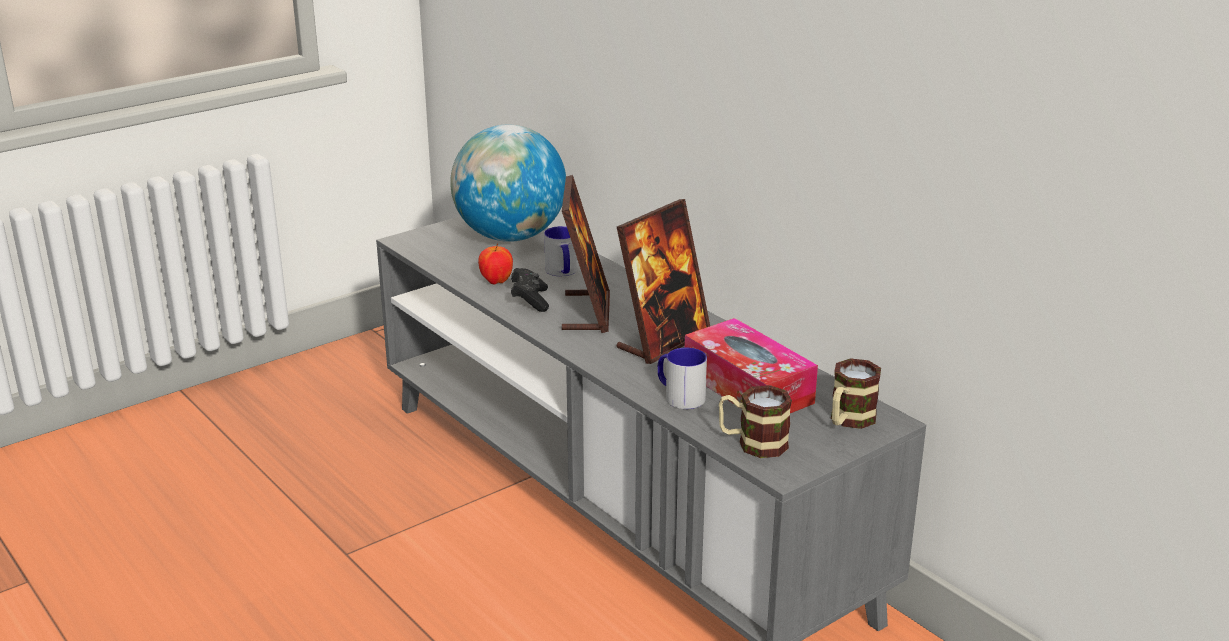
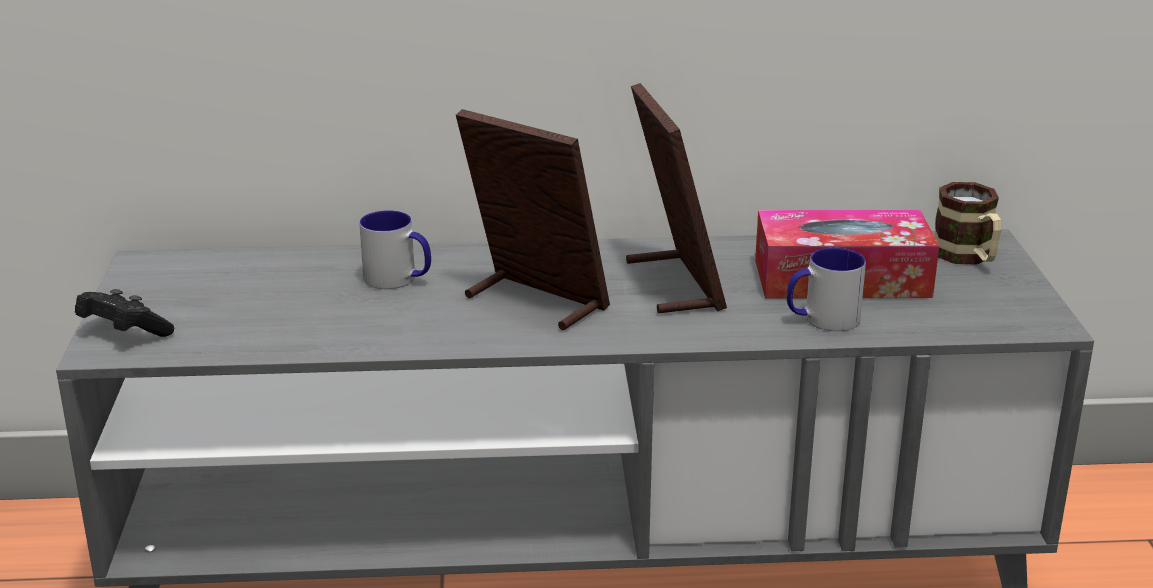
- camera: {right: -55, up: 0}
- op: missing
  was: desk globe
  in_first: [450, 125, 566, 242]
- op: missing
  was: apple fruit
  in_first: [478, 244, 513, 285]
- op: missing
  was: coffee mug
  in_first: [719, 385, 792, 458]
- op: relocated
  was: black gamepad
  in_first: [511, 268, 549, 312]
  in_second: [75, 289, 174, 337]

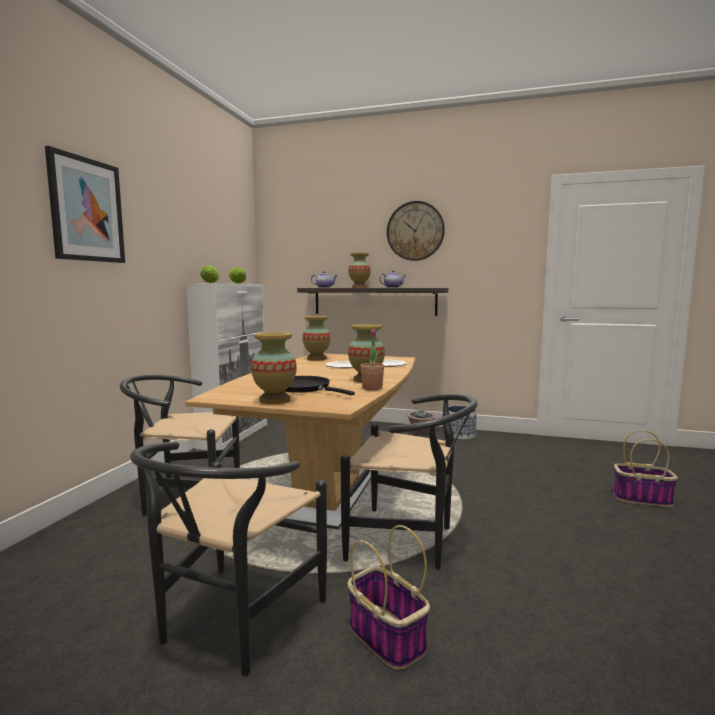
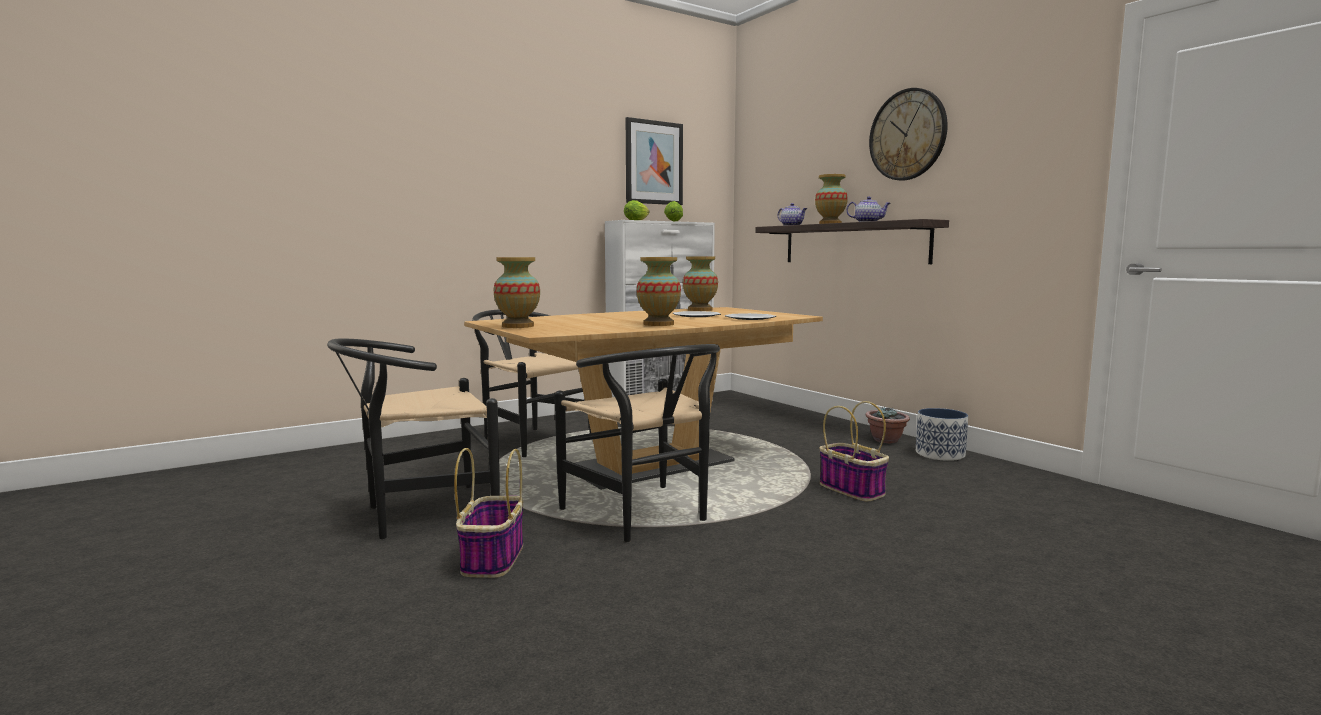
- camera: {right: 40, up: 0}
- op: missing
  was: black pan
  in_first: [285, 376, 355, 395]
- op: missing
  was: potted plant
  in_first: [360, 329, 384, 390]
- op: relocated
  was: wall art
  in_first: [45, 146, 125, 263]
  in_second: [626, 117, 683, 205]
- op: relocated
  was: basket
  in_first: [613, 430, 678, 507]
  in_second: [819, 401, 889, 501]

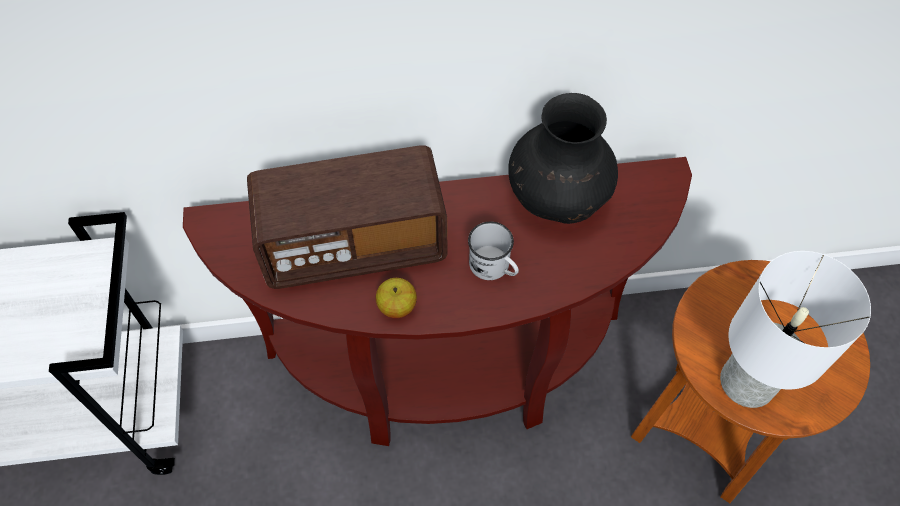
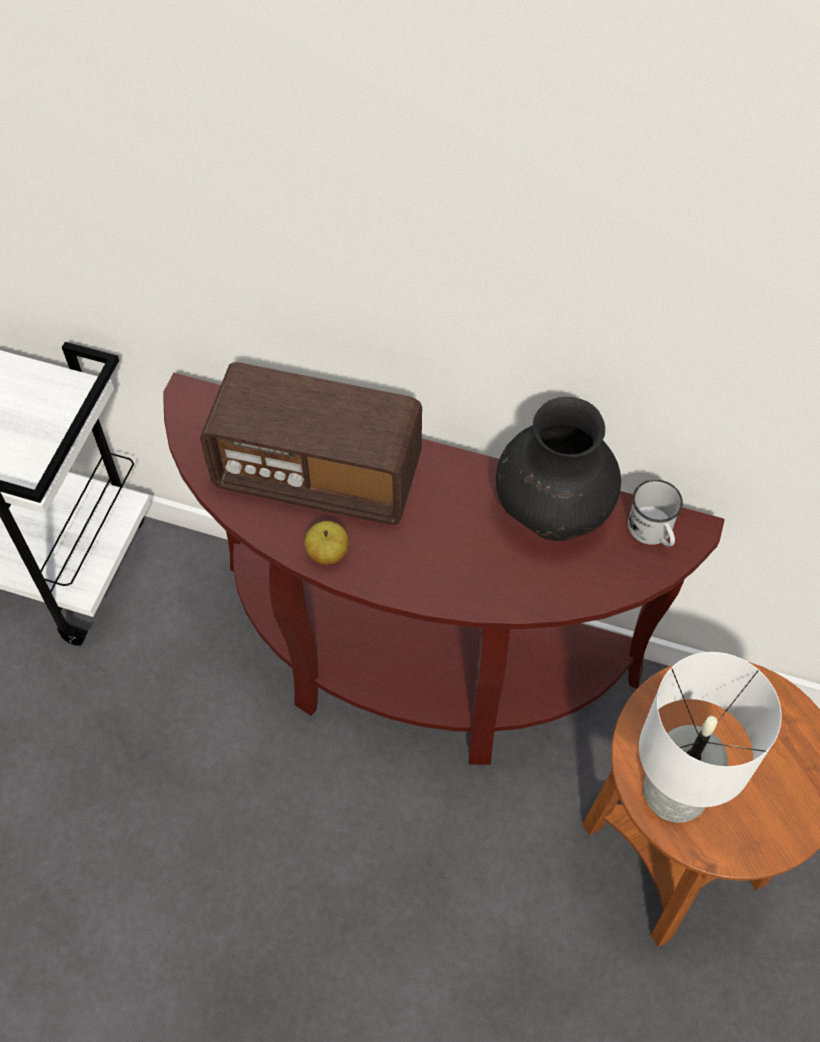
- camera: {right: 25, up: 0}
- op: relocated
  was: white coffee mug
  in_first: [468, 222, 519, 280]
  in_second: [628, 479, 683, 547]

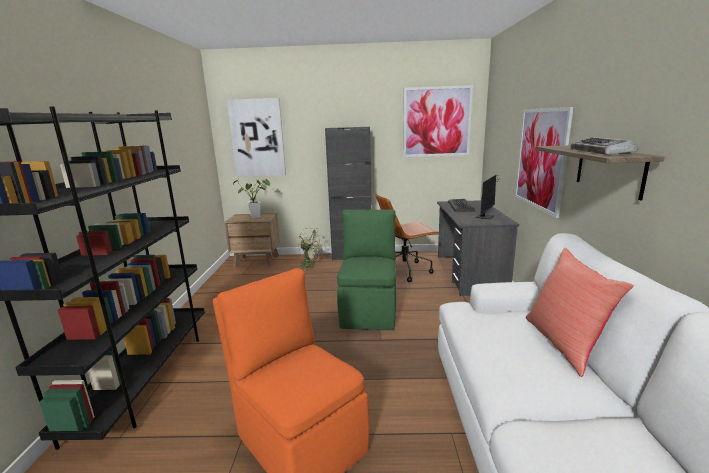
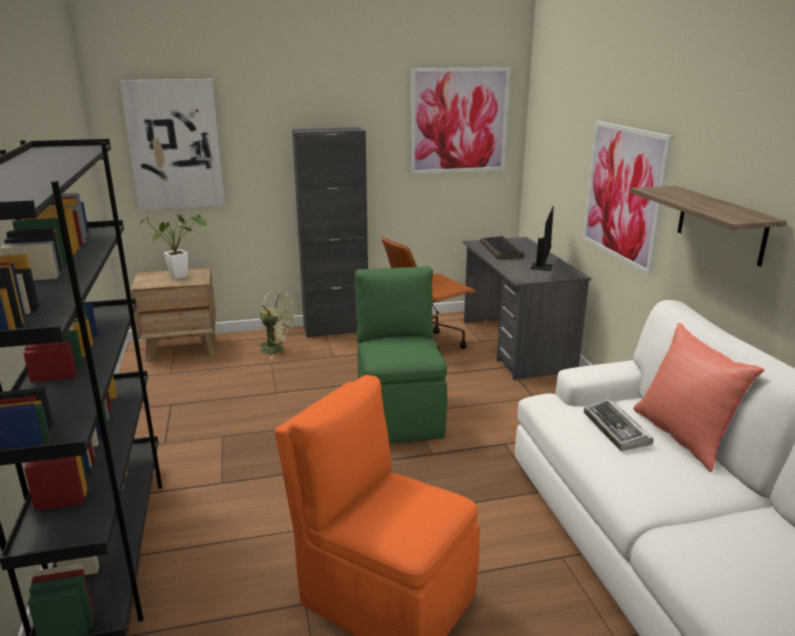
- camera: {right: -15, up: 5}
- op: relocated
  was: keyboard
  in_first: [571, 137, 638, 155]
  in_second: [584, 399, 653, 451]

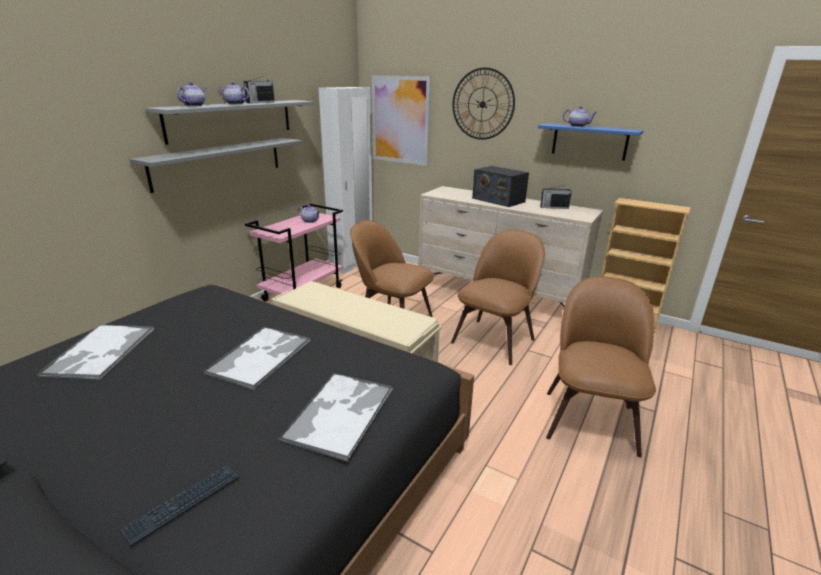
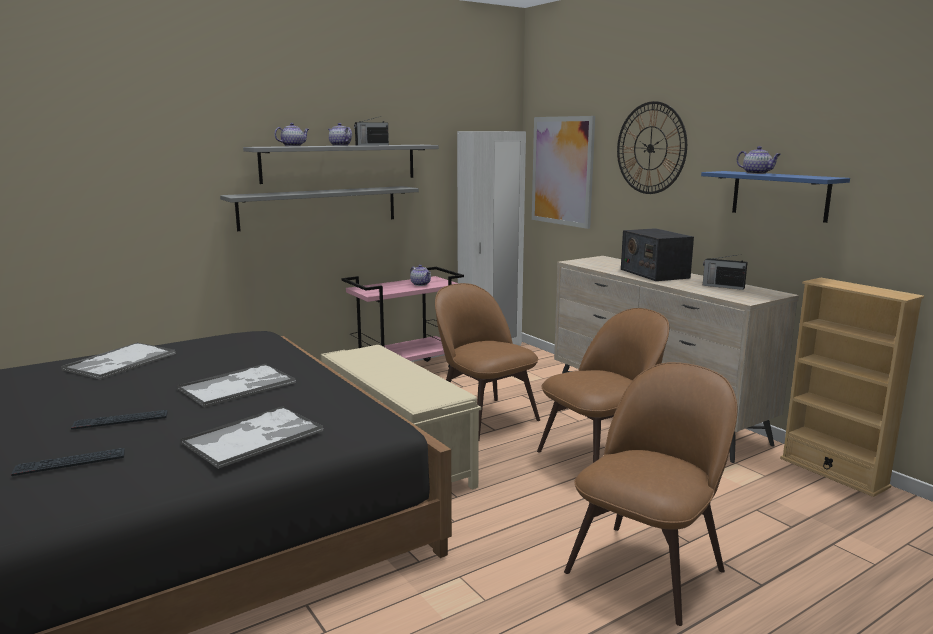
- camera: {right: 25, up: -10}
- op: appeared
  now: keyboard
  in_second: [71, 410, 167, 430]

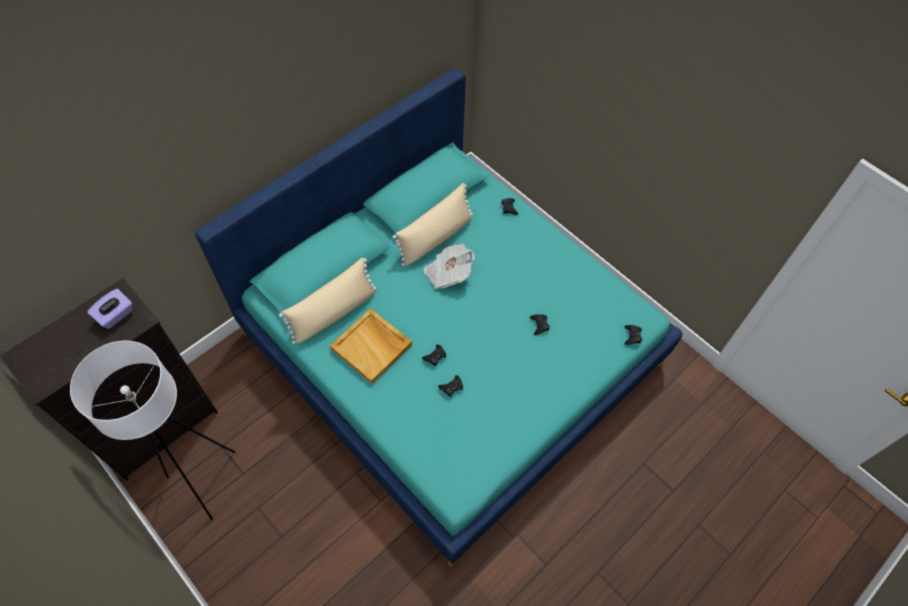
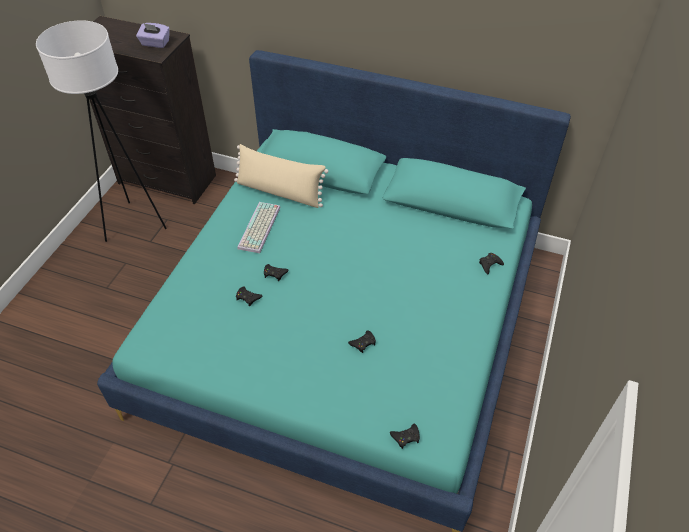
- camera: {right: 65, up: -10}
- op: missing
  was: sand-coloured throw pillow
  in_first: [392, 183, 473, 266]
- op: missing
  was: printed paper
  in_first: [423, 244, 475, 289]
- op: exchanged
  was: sand-coloured carrying tray
  now: keyboard
  in_first: [330, 308, 412, 384]
  in_second: [237, 202, 281, 253]

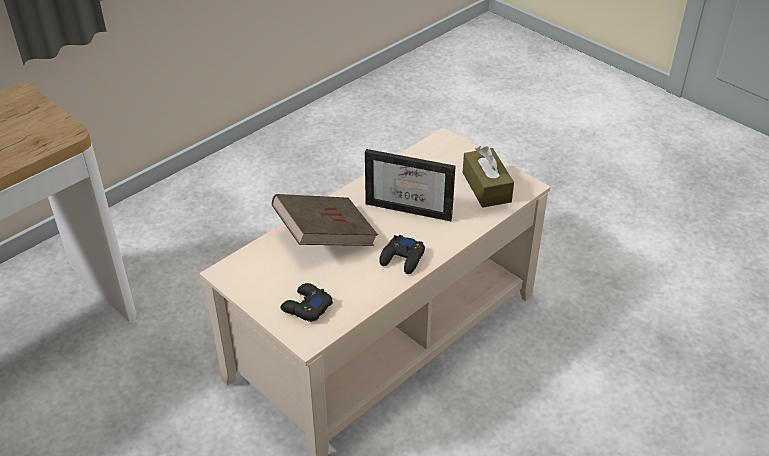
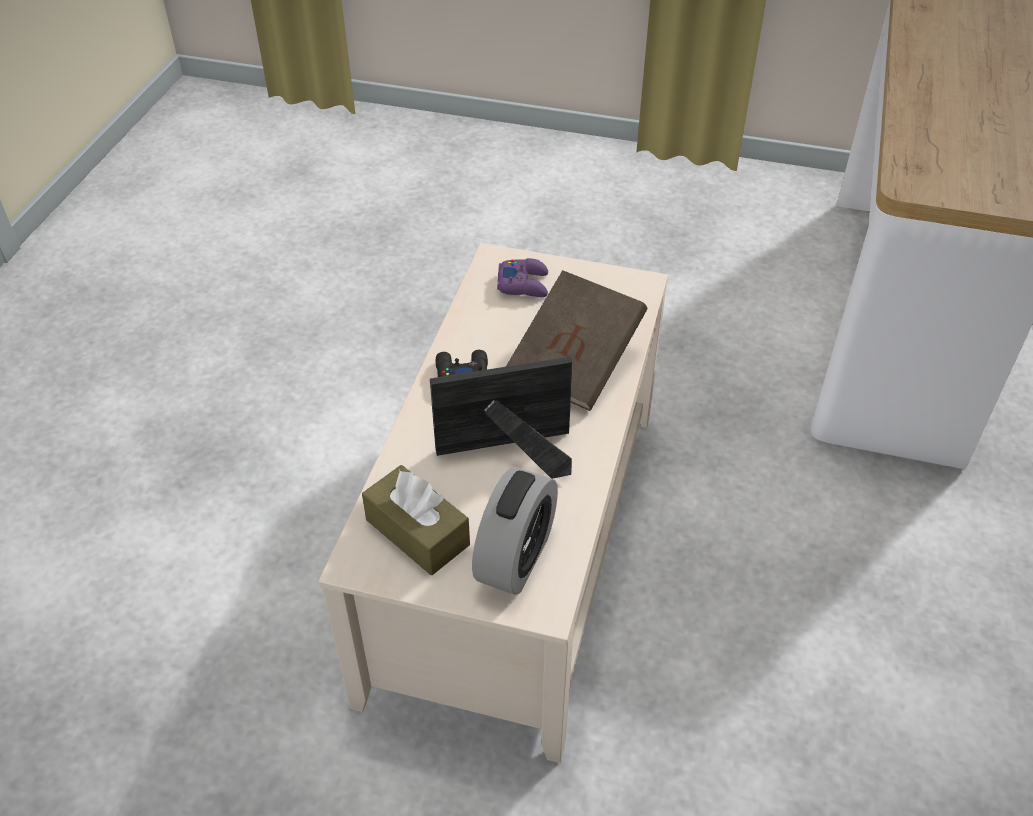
- camera: {right: 150, up: 5}
- op: appeared
  now: bedside clock
  in_second: [472, 466, 558, 595]
- op: colour
  was: black gamepad
  now: purple gamepad
  in_first: [280, 283, 333, 322]
  in_second: [497, 258, 548, 297]

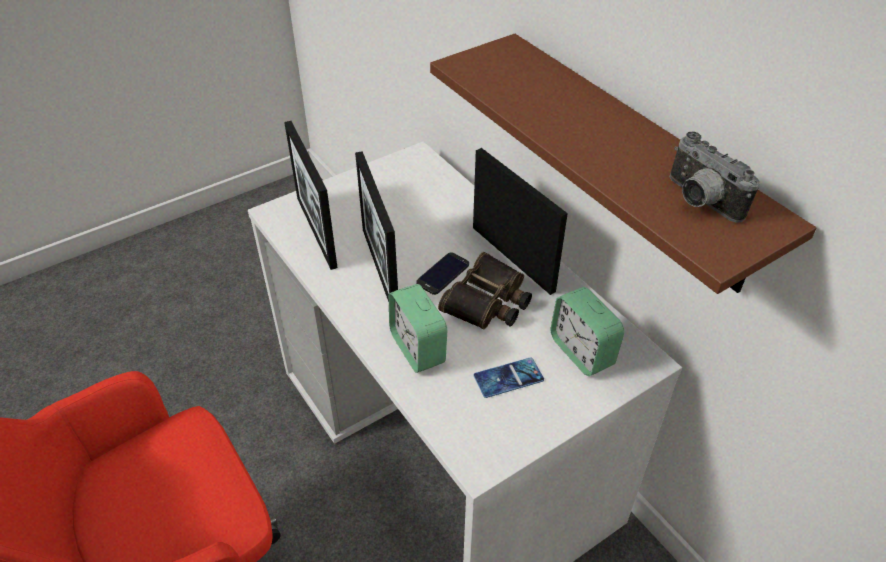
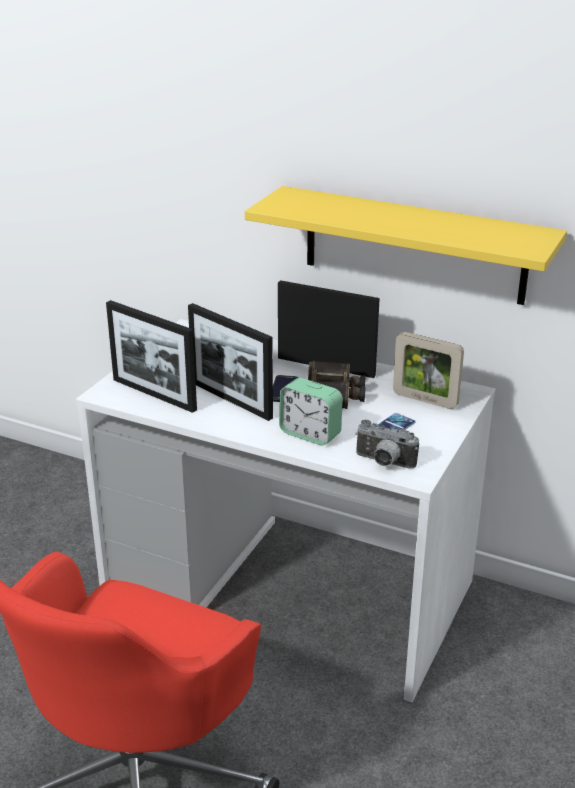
- camera: {right: -30, up: -15}
- op: relocated
  was: still camera
  in_first: [670, 132, 760, 223]
  in_second: [355, 420, 419, 469]
- op: exchanged
  was: bedside clock
  now: standing frame
  in_first: [550, 287, 624, 376]
  in_second: [393, 332, 464, 409]
- op: colour
  was: brown-coloured wall shelf
  now: yellowish wall shelf
  in_first: [430, 34, 816, 294]
  in_second: [245, 186, 567, 305]

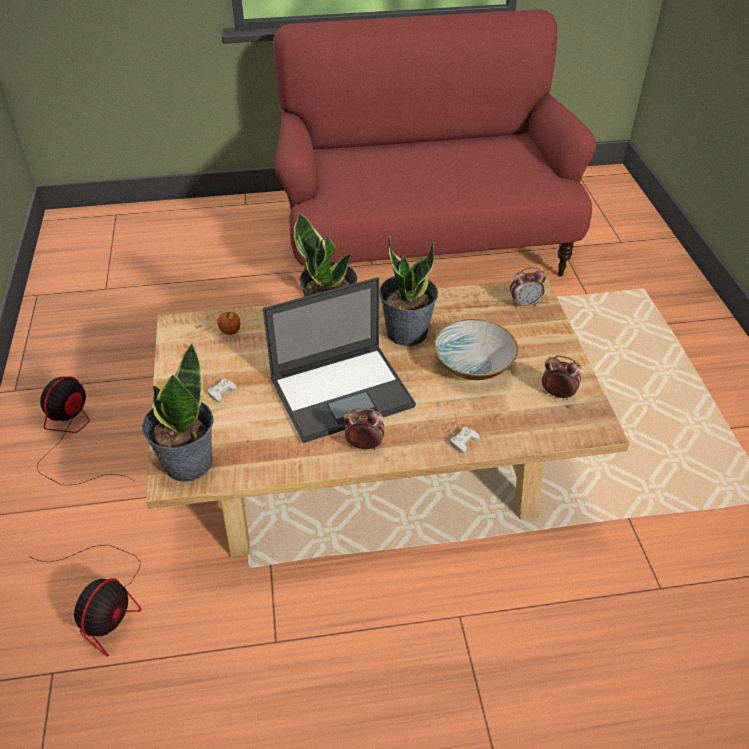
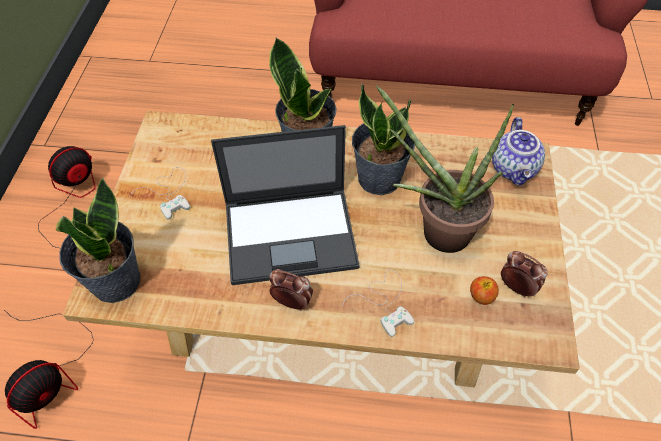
- camera: {right: 15, up: 10}
- op: relocated
  was: apple fruit
  in_first: [217, 312, 240, 335]
  in_second: [470, 276, 499, 305]
- op: exchanged
  was: serving bowl
  now: potted plant
  in_first: [434, 319, 518, 380]
  in_second: [376, 85, 514, 253]
- op: exchanged
  was: bedside clock
  now: teapot
  in_first: [510, 267, 546, 308]
  in_second: [492, 117, 545, 185]

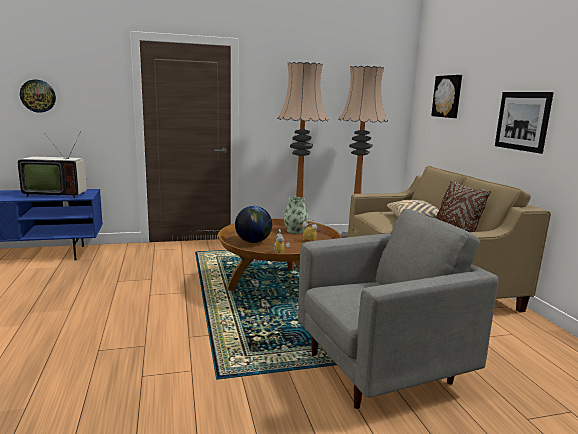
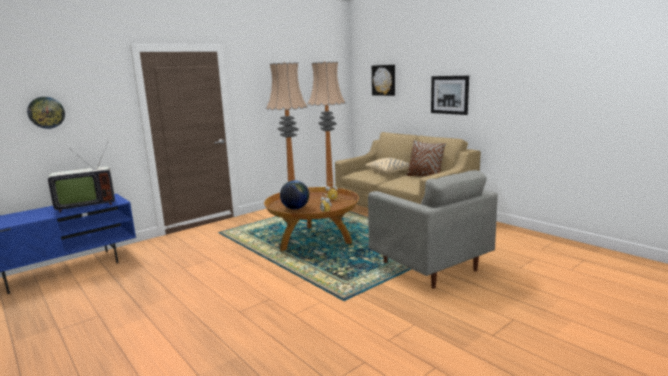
- camera: {right: -25, up: 0}
- op: missing
  was: flower vase
  in_first: [284, 197, 308, 234]
- op: spun
  was: grey lounge chair
  in_first: [298, 209, 498, 409]
  in_second: [368, 170, 498, 289]
  clockwise: 105

